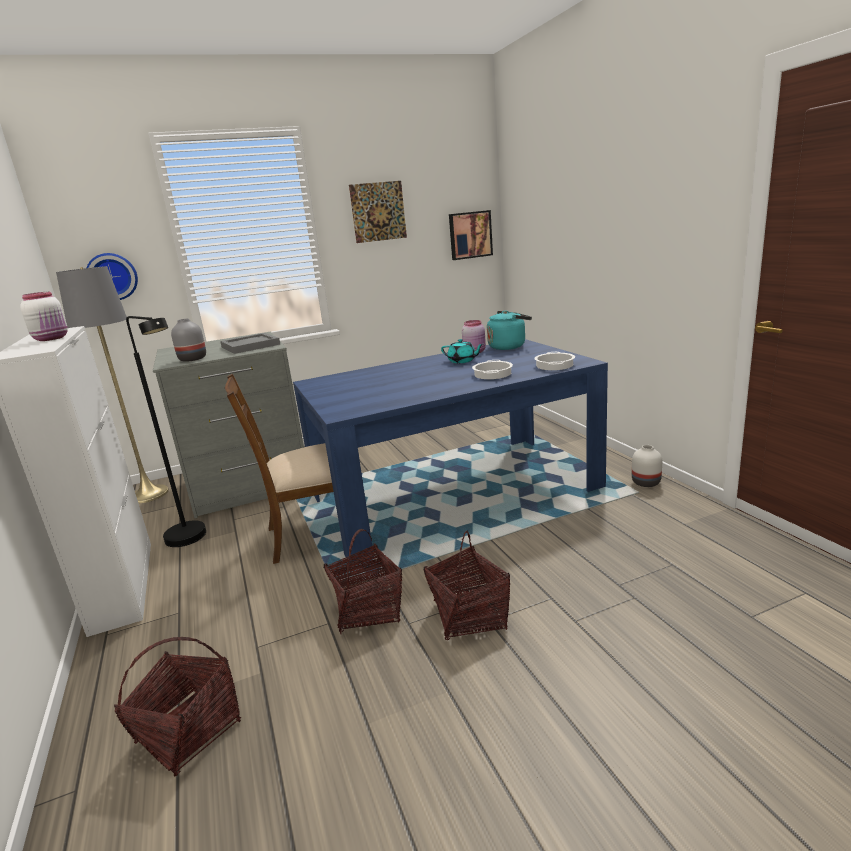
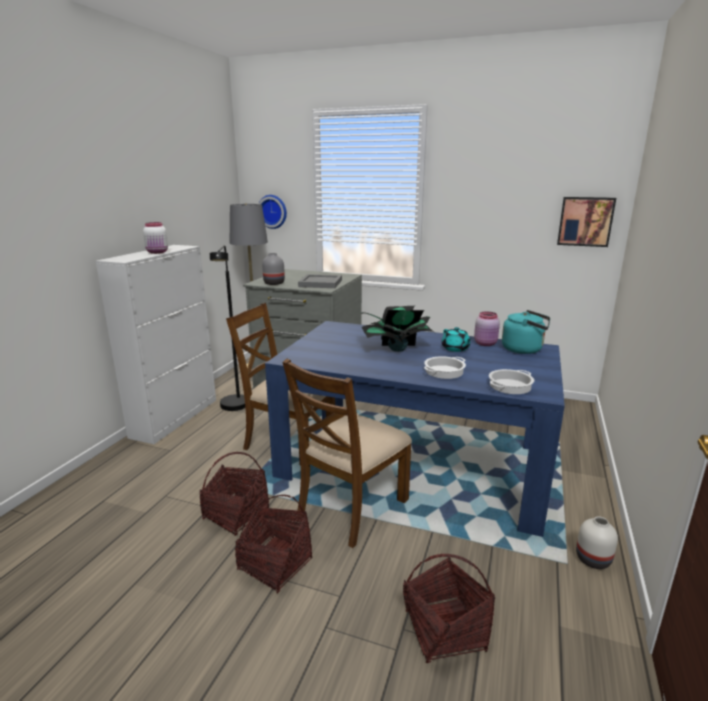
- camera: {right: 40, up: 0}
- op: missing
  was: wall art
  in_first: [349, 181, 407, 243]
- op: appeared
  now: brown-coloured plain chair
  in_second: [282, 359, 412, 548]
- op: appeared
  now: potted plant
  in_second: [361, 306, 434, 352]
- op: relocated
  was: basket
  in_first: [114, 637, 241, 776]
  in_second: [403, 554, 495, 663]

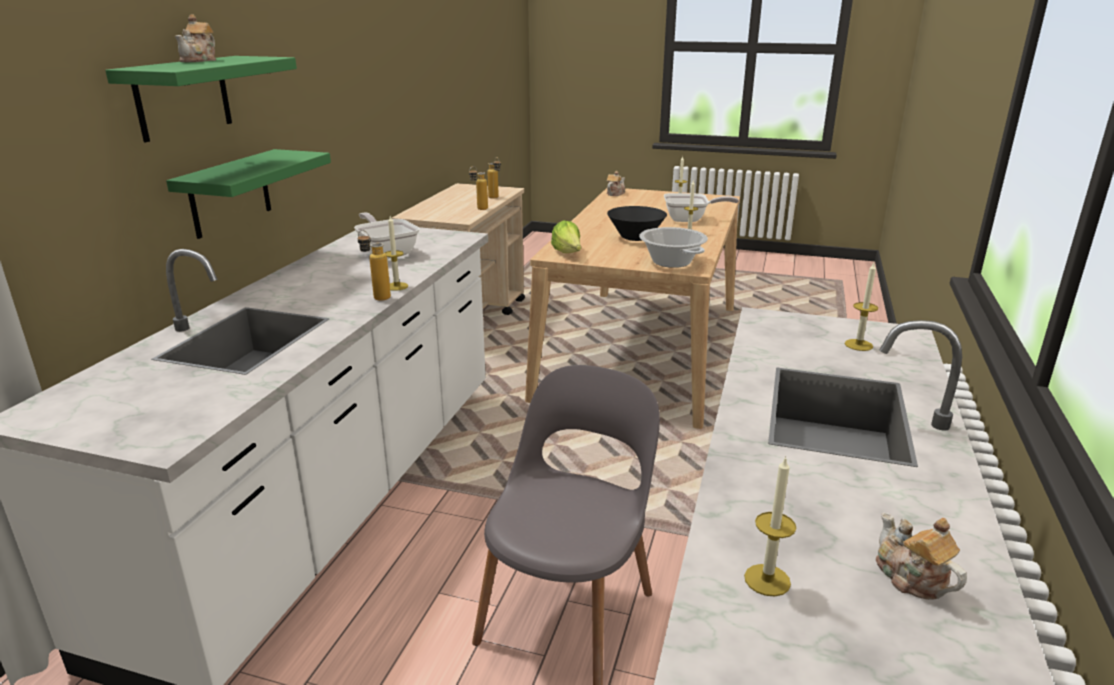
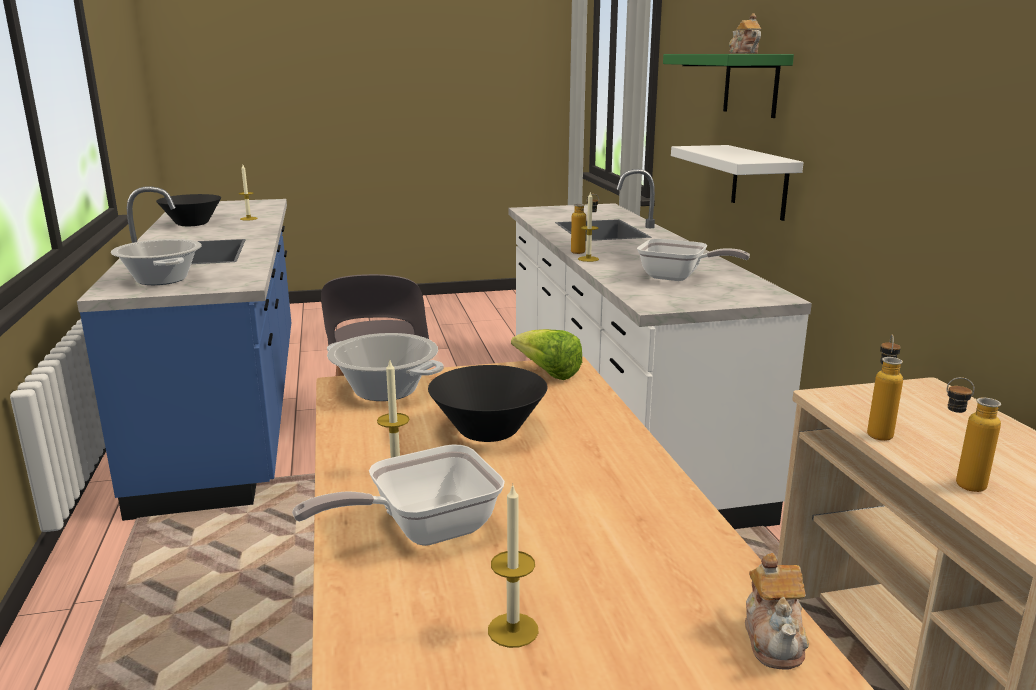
- camera: {right: 150, up: -5}
- op: exchanged
  was: wax candle
  now: cooking pot
  in_first: [845, 263, 878, 351]
  in_second: [111, 239, 202, 285]
- op: exchanged
  was: teapot
  now: black serving bowl
  in_first: [876, 512, 967, 600]
  in_second: [156, 194, 221, 226]
- op: colour
  was: green wall shelf
  now: white wall shelf
  in_first: [166, 149, 331, 239]
  in_second: [671, 145, 803, 221]

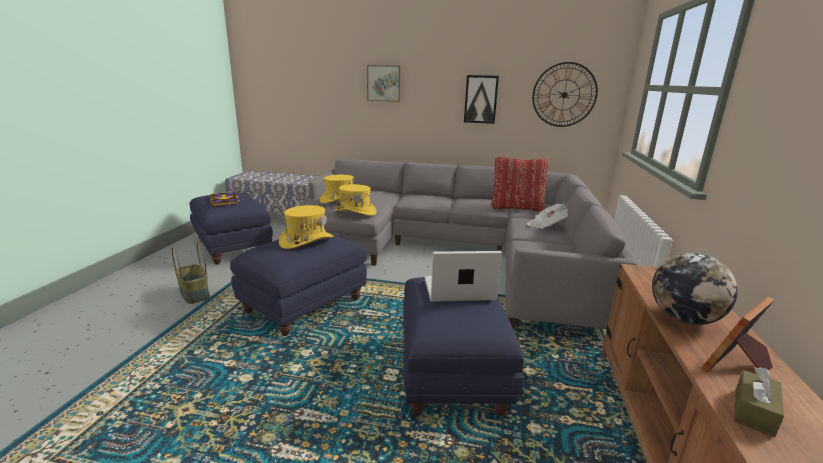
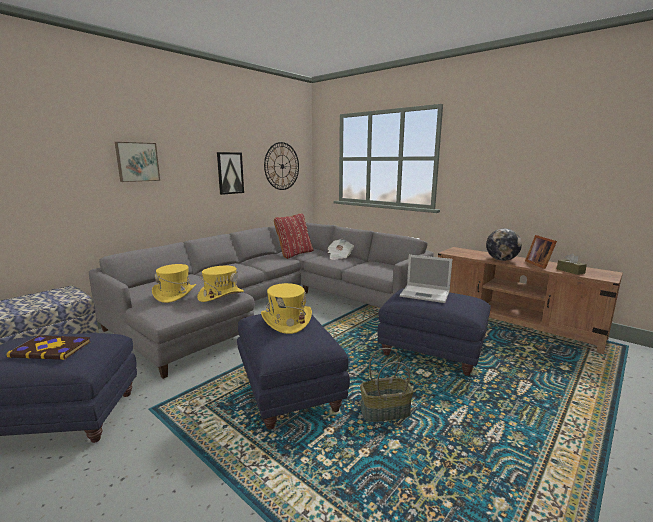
- camera: {right: -60, up: -5}
- op: relocated
  was: basket
  in_first: [172, 242, 210, 304]
  in_second: [360, 348, 414, 422]
- op: spun
  was: portable computer
  in_first: [424, 251, 502, 302]
  in_second: [400, 255, 452, 303]
  clockwise: -90

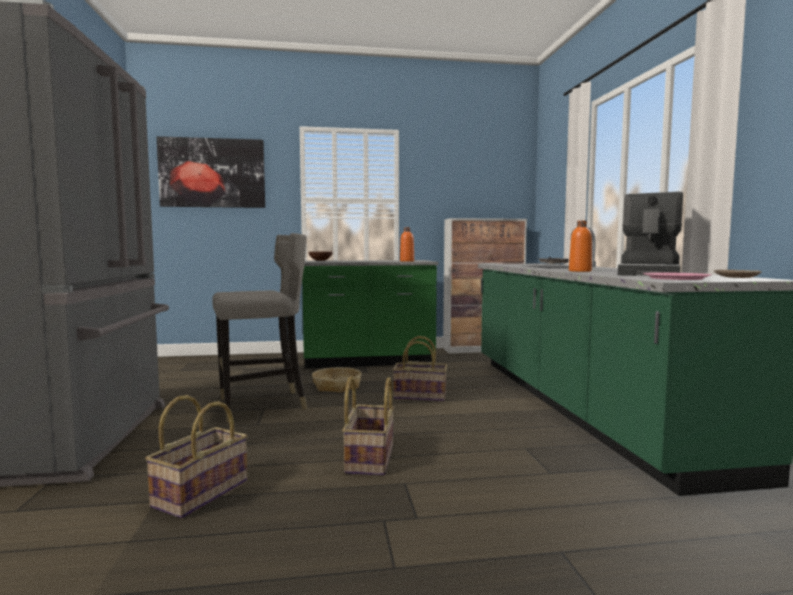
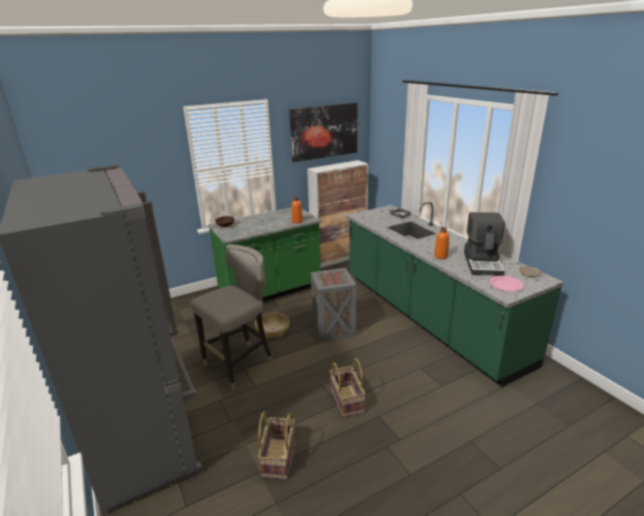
- camera: {right: -20, up: 20}
- op: relocated
  was: wall art
  in_first: [157, 136, 265, 208]
  in_second: [289, 103, 358, 162]
- op: exchanged
  was: basket
  now: crate
  in_first: [393, 336, 447, 401]
  in_second: [311, 268, 356, 342]

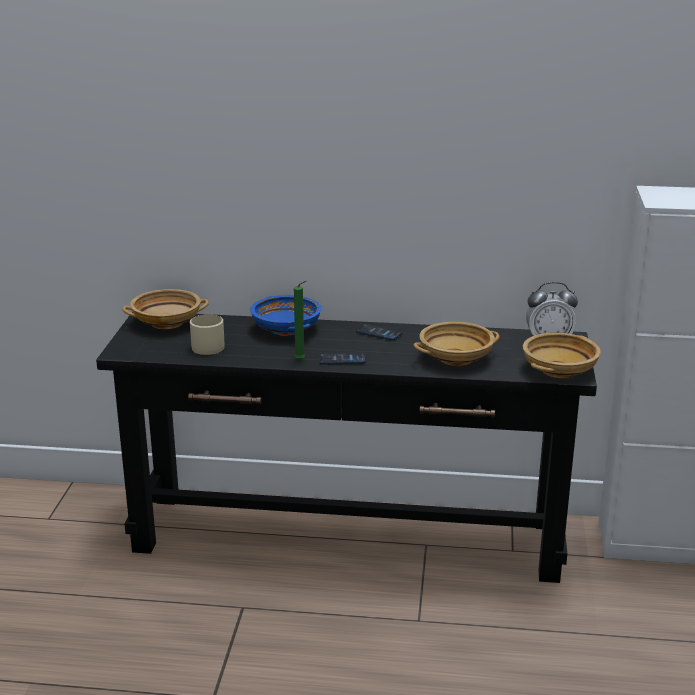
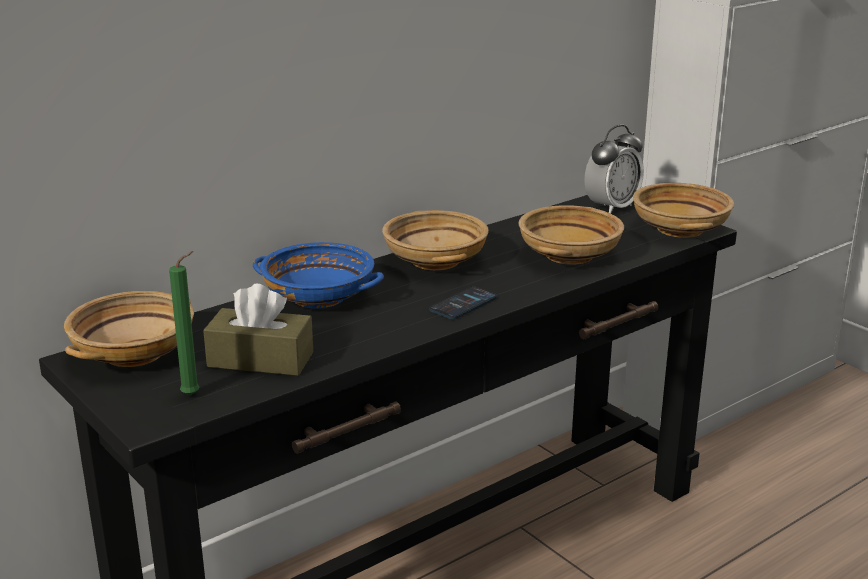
- camera: {right: -45, up: 0}
- op: relocated
  was: green wax candle
  in_first: [294, 281, 306, 360]
  in_second: [169, 251, 200, 396]
- op: exchanged
  was: sand-coloured coffee mug
  now: brown-coloured box of tissues
  in_first: [190, 314, 224, 355]
  in_second: [203, 284, 313, 376]
- op: exchanged
  was: phone
  now: sand-coloured serving bowl
  in_first: [356, 324, 402, 341]
  in_second: [382, 210, 489, 270]

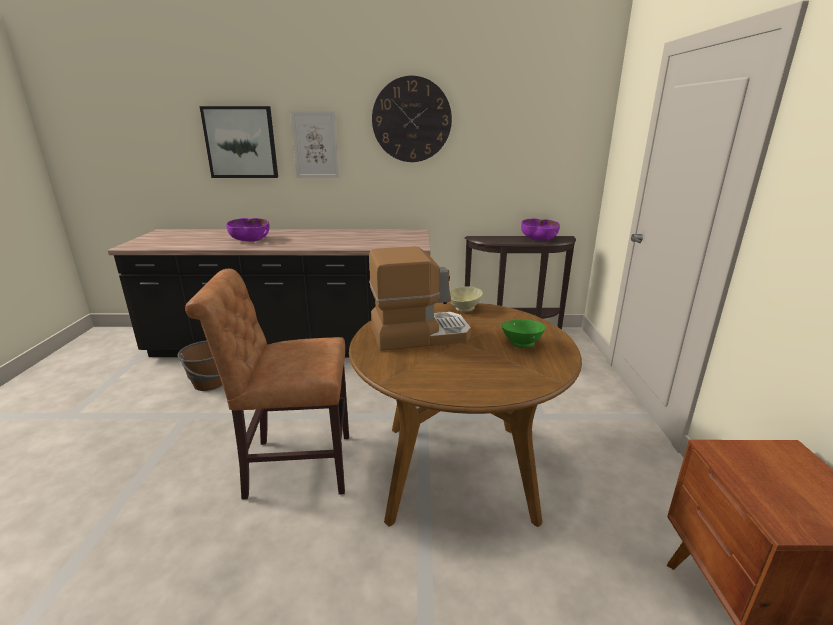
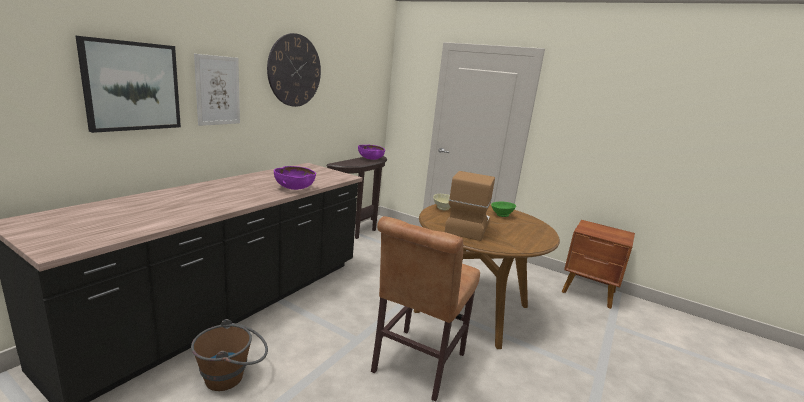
- camera: {right: -60, up: -5}
- op: relocated
  was: purple serving bowl
  in_first: [226, 218, 269, 242]
  in_second: [274, 166, 316, 190]

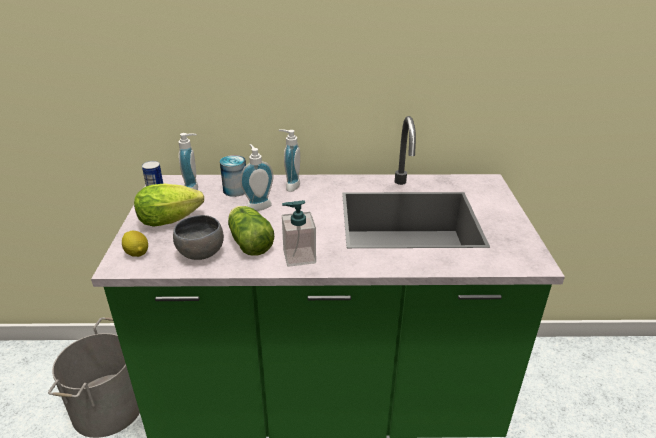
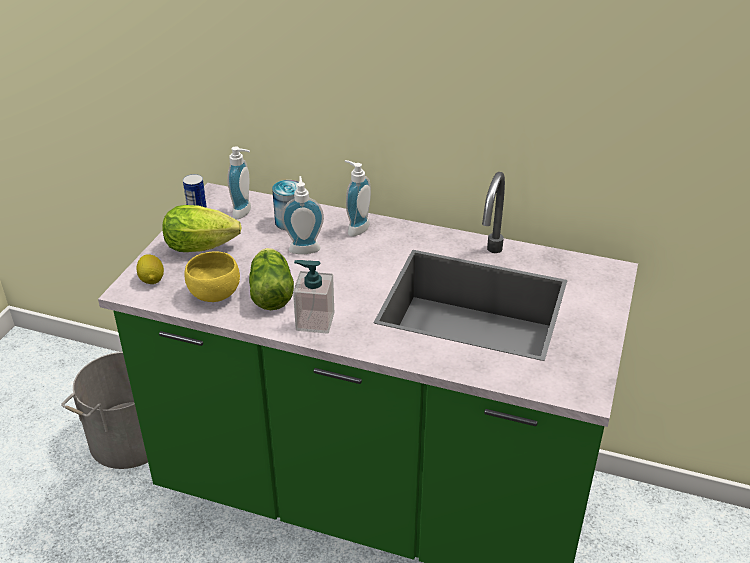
- camera: {right: 20, up: 5}
- op: colour
  was: grey serving bowl
  now: yellowish serving bowl
  in_first: [173, 215, 224, 260]
  in_second: [185, 251, 240, 302]

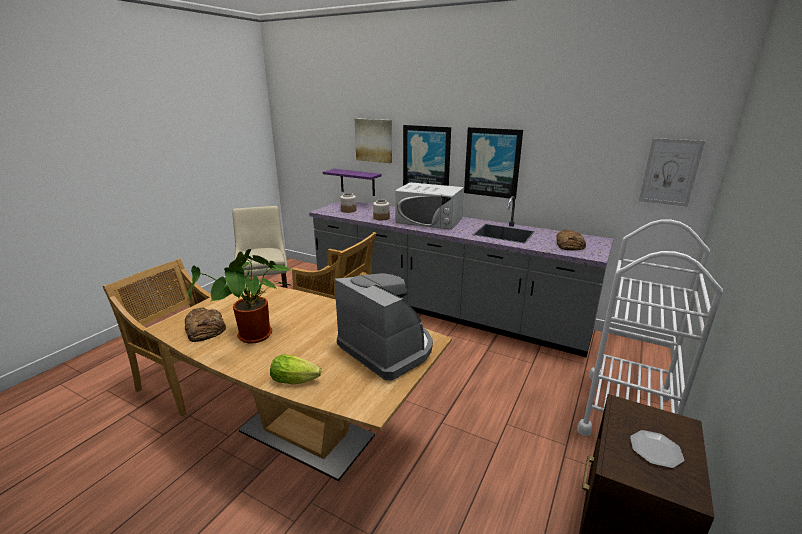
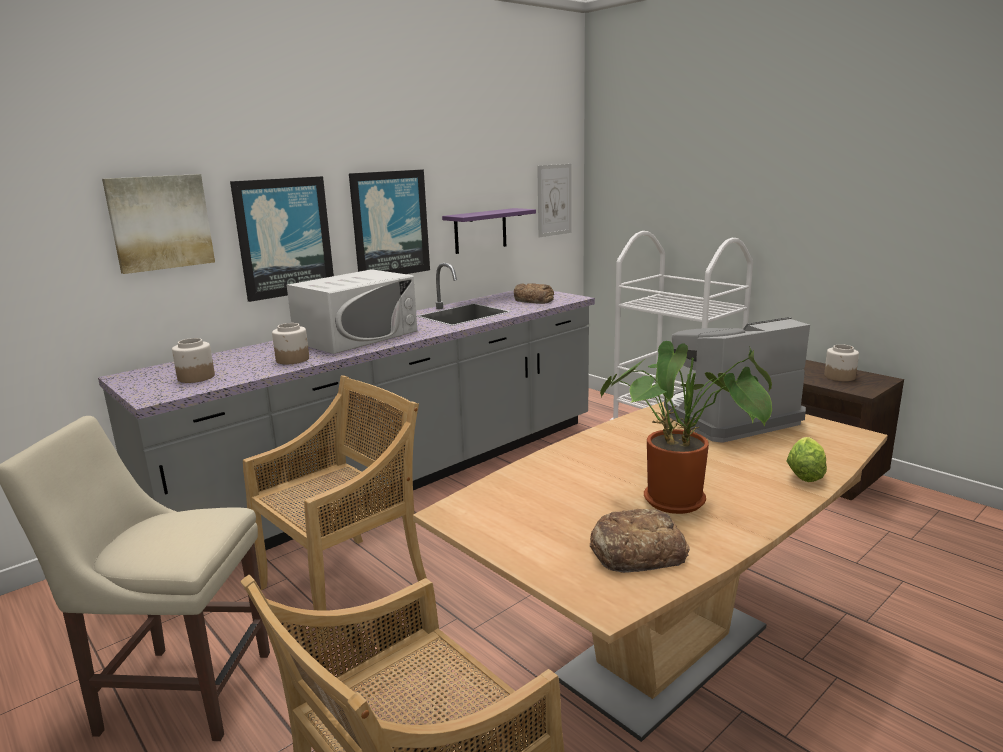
- camera: {right: -70, up: -5}
- op: relocated
  was: purple wall shelf
  in_first: [323, 169, 382, 196]
  in_second: [442, 208, 536, 254]
- op: exchanged
  was: flat dish
  now: jar
  in_first: [630, 430, 684, 468]
  in_second: [824, 344, 859, 381]

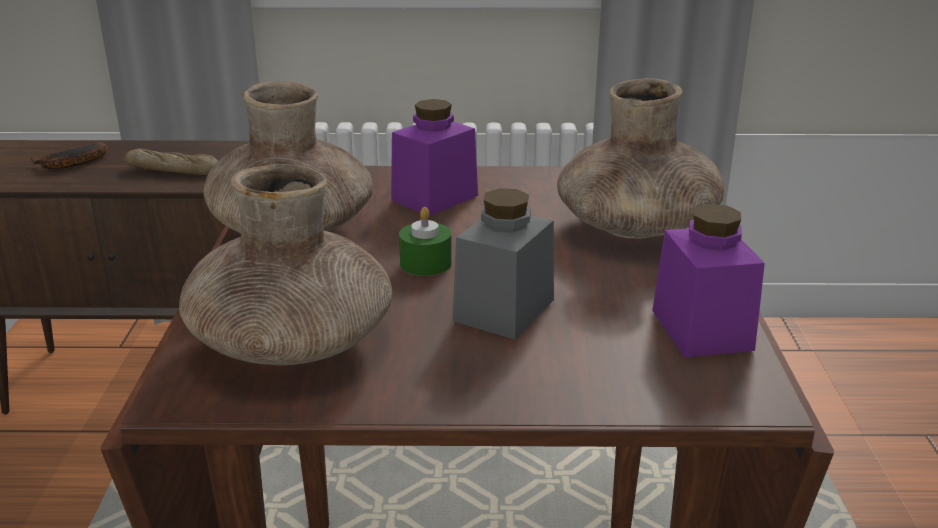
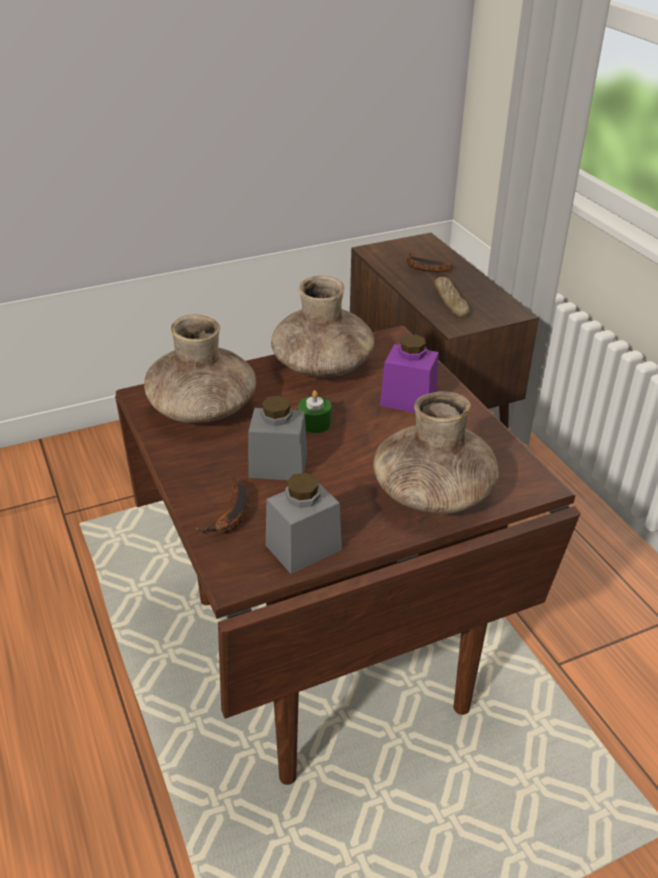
- camera: {right: 65, up: 10}
- op: appeared
  now: banana fruit
  in_second: [195, 478, 249, 533]
- op: colour
  was: purple jar
  now: grey jar
  in_first: [652, 204, 765, 358]
  in_second: [266, 473, 342, 574]

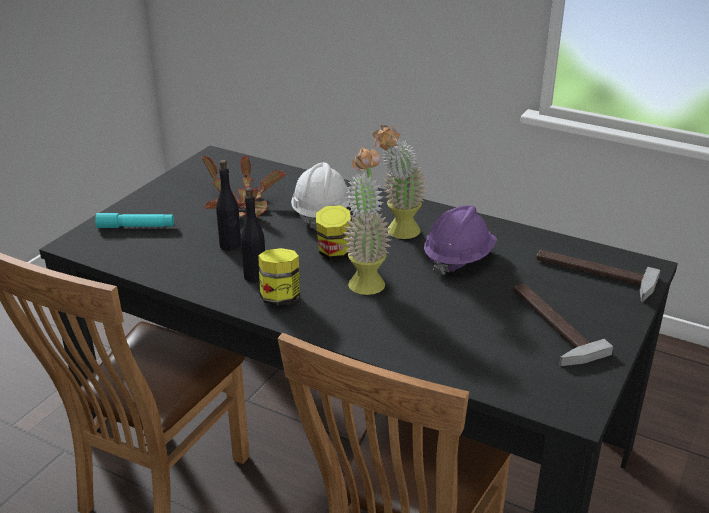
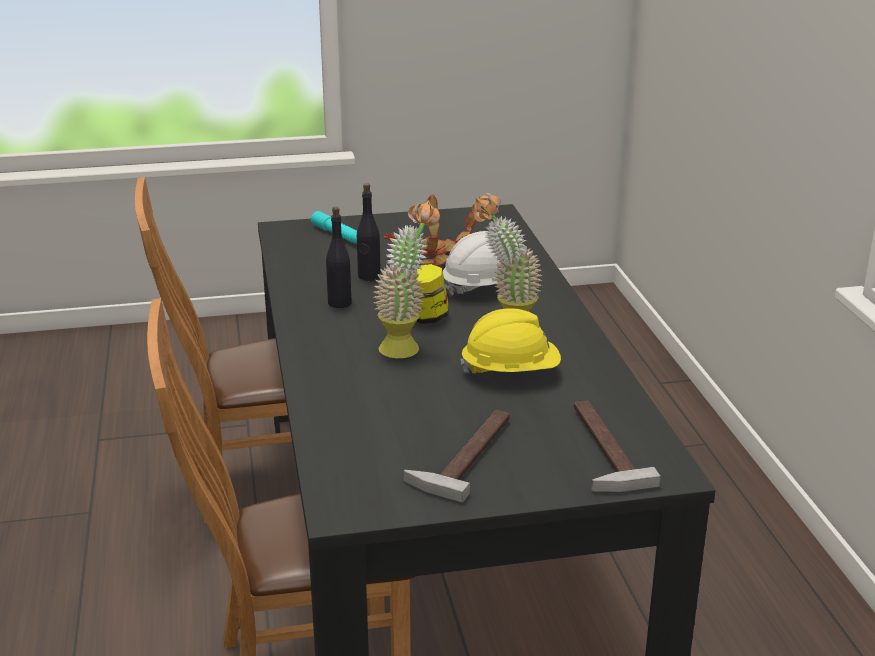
- camera: {right: 50, up: -5}
- op: missing
  was: jar
  in_first: [258, 248, 300, 305]
- op: colour
  was: purple hard hat
  now: yellowish hard hat
  in_first: [424, 205, 497, 276]
  in_second: [461, 308, 561, 375]

